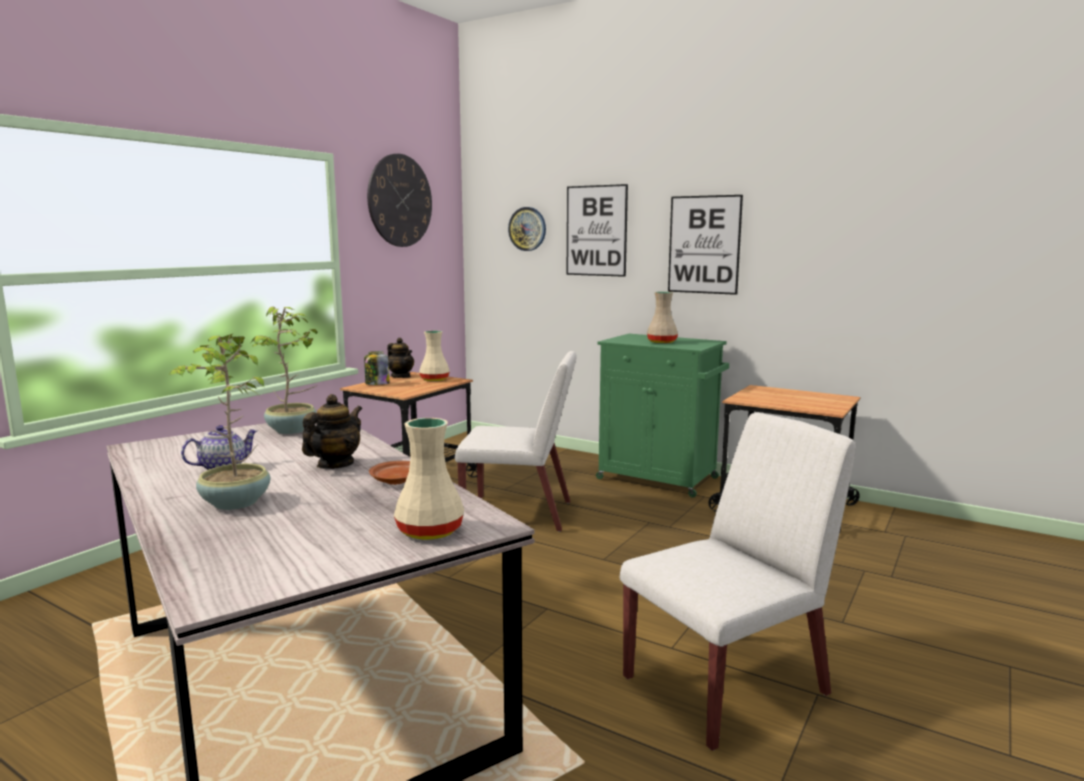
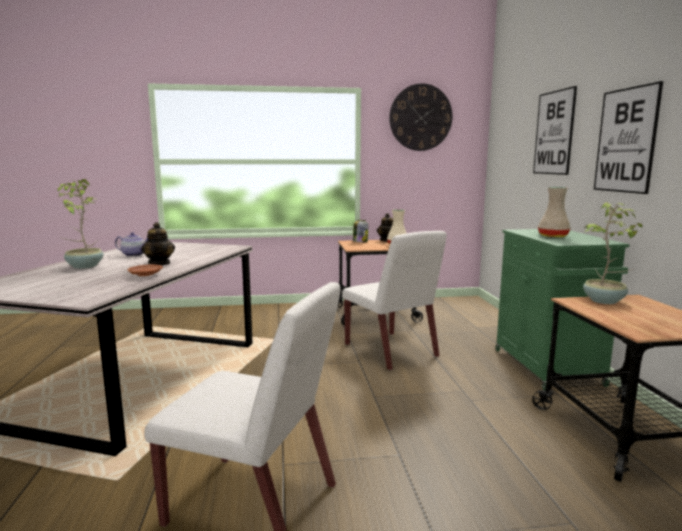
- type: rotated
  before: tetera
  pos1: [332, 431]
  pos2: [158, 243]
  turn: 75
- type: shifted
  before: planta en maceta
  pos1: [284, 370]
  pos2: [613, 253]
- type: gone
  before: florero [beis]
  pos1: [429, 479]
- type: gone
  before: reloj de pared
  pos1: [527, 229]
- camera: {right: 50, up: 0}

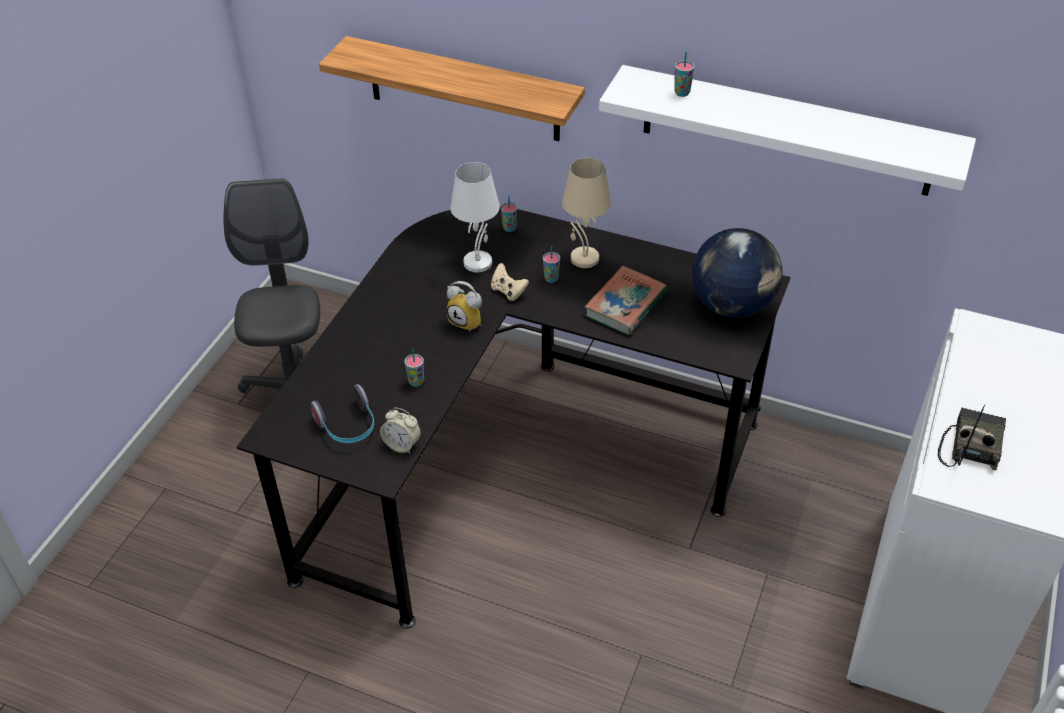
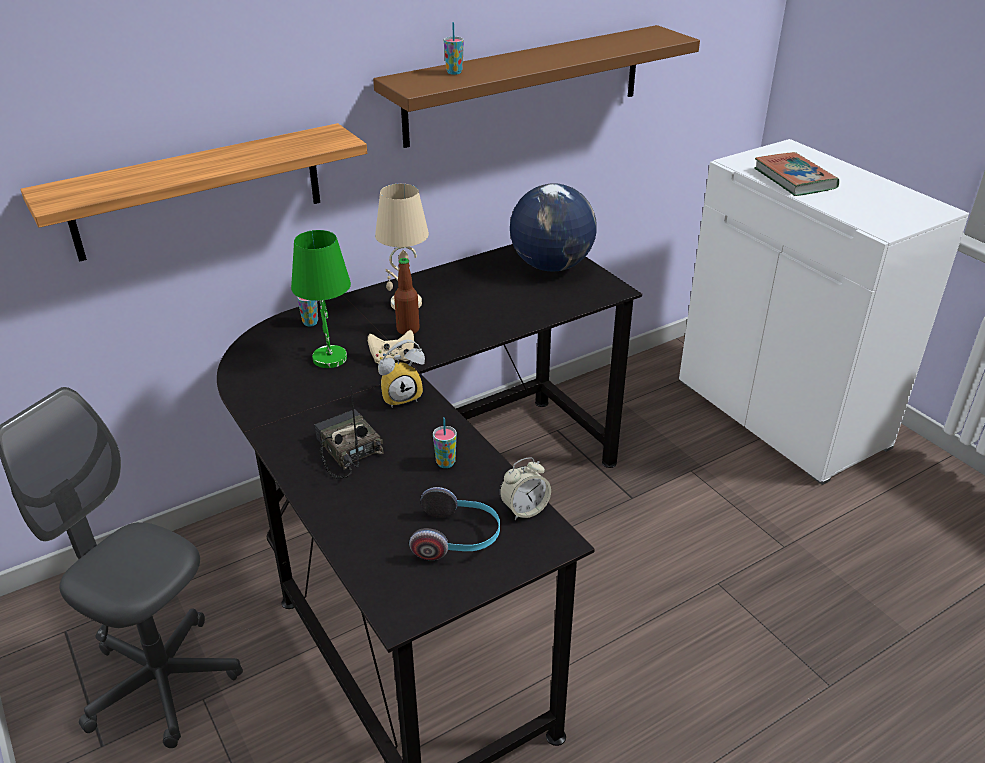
- type: repainted
  before: lámpara de mesa [blanco]
  after: lámpara de mesa [verde]
  pos1: [475, 217]
  pos2: [321, 299]
- type: shifted
  before: radio
  pos1: [972, 437]
  pos2: [349, 432]
- type: repainted
  before: estante [blanco]
  after: estante [marrón]
  pos1: [787, 130]
  pos2: [536, 86]
- type: swapped
  before: taza
  after: botella
  pos1: [551, 264]
  pos2: [407, 296]
- type: shifted
  before: libro
  pos1: [625, 300]
  pos2: [796, 174]
- camera: {right: -55, up: -10}

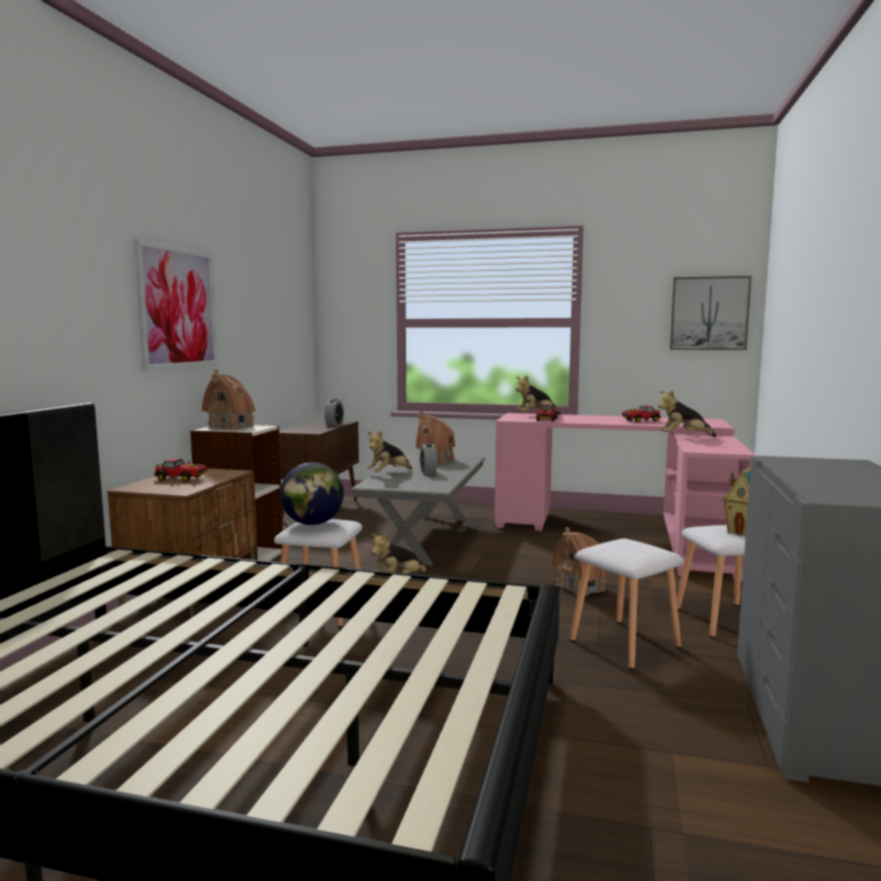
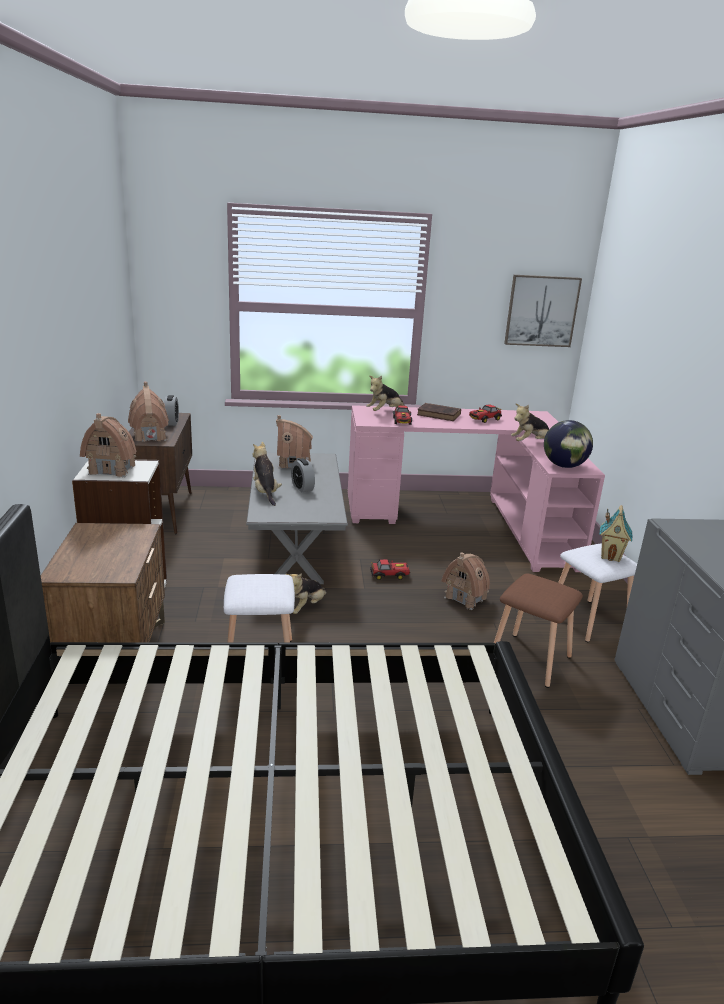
- type: new
  after: casita
  pos2: [148, 412]
- type: rotated
  before: peluche
  pos1: [389, 451]
  pos2: [267, 474]
  turn: 135
- type: shifted
  before: coche de juguete
  pos1: [180, 470]
  pos2: [390, 569]
- type: new
  after: libro [marrón]
  pos2: [439, 412]
- type: repainted
  before: taburete [blanco]
  after: taburete [marrón]
  pos1: [627, 604]
  pos2: [538, 631]
- type: shifted
  before: globo terráqueo
  pos1: [312, 493]
  pos2: [568, 444]
- type: gone
  before: cuadro
  pos1: [176, 305]
- camera: {right: -20, up: 15}

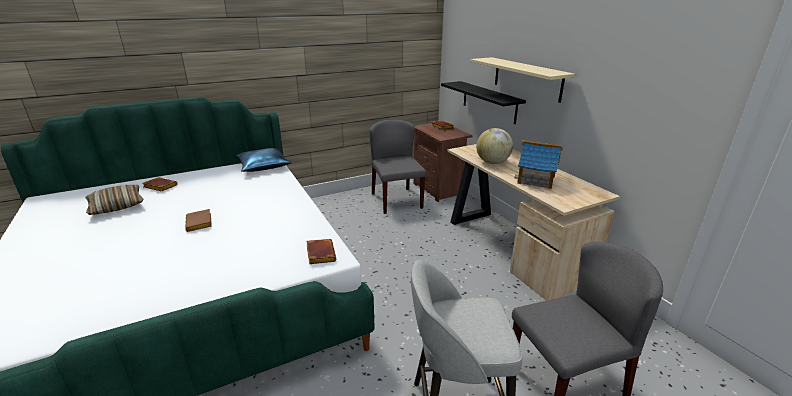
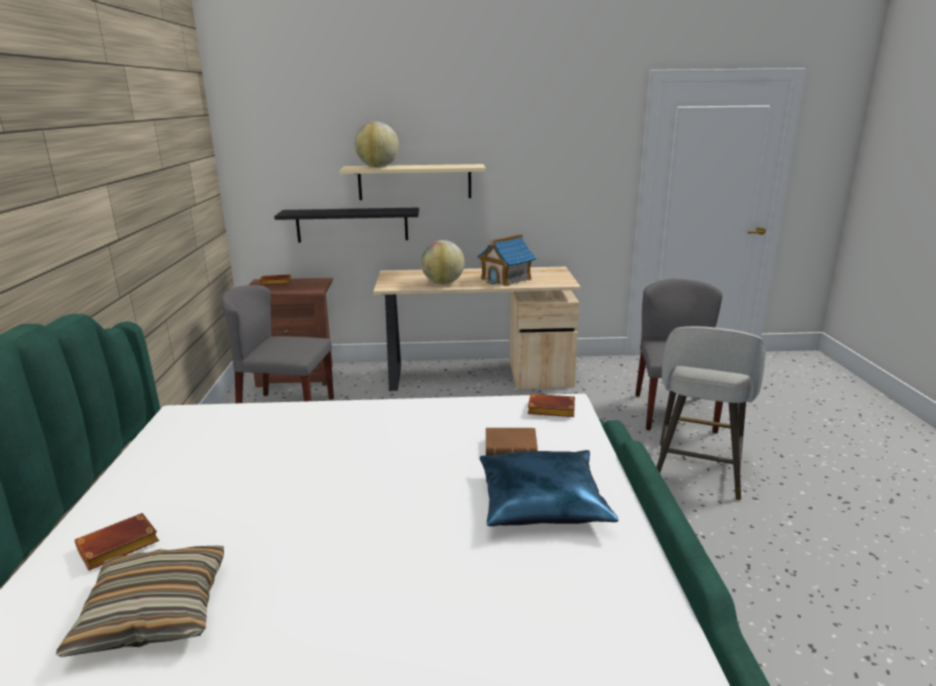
- type: new
  after: globo terráqueo
  pos2: [377, 144]
- type: shifted
  before: cojín [azul]
  pos1: [263, 160]
  pos2: [549, 488]
- type: shifted
  before: libro [marrón]
  pos1: [198, 220]
  pos2: [512, 442]
- camera: {right: -65, up: -5}

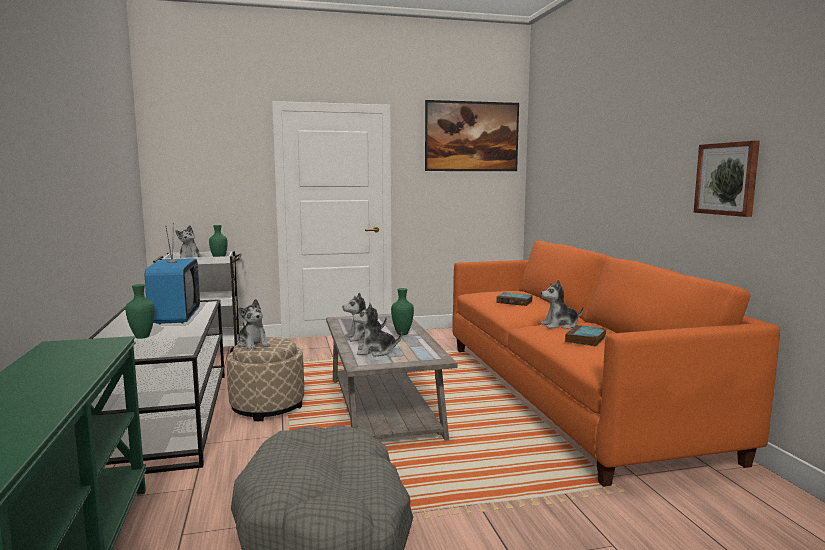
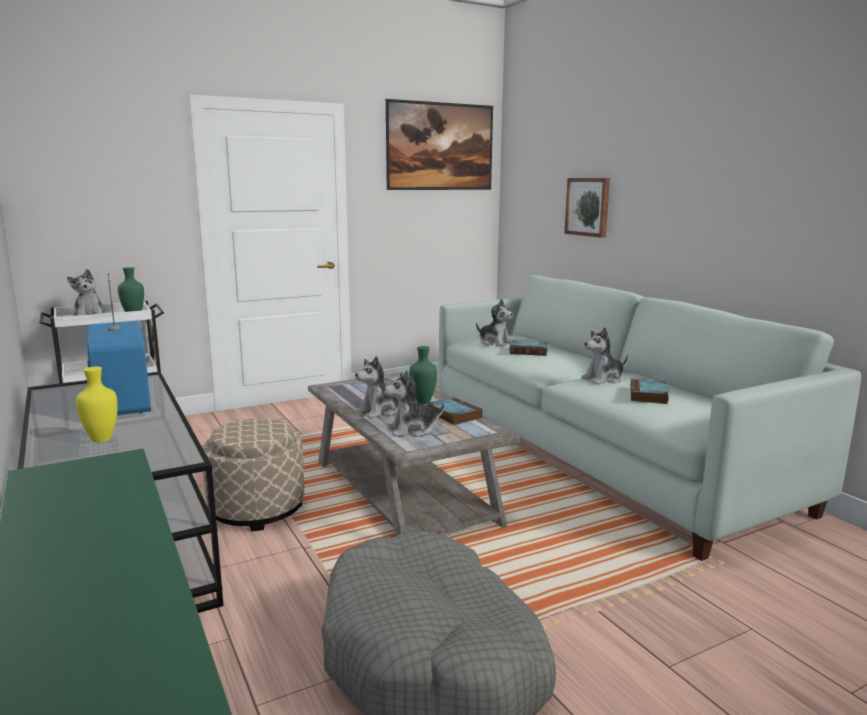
- type: repainted
  before: florero [verde]
  after: florero [amarillo]
  pos1: [140, 311]
  pos2: [97, 405]
- type: new
  after: libro
  pos2: [454, 411]
- type: repainted
  before: sofá [naranja]
  after: sofá [blanco]
  pos1: [616, 364]
  pos2: [649, 418]
- type: shifted
  before: peluche
  pos1: [254, 324]
  pos2: [494, 323]
- type: shifted
  before: cuadro
  pos1: [727, 179]
  pos2: [587, 208]
- camera: {right: -15, up: 5}

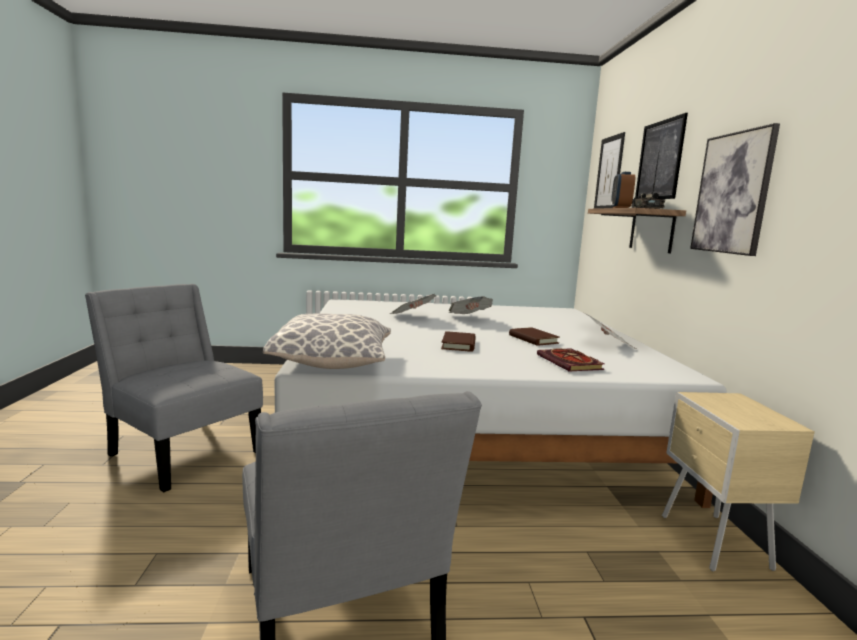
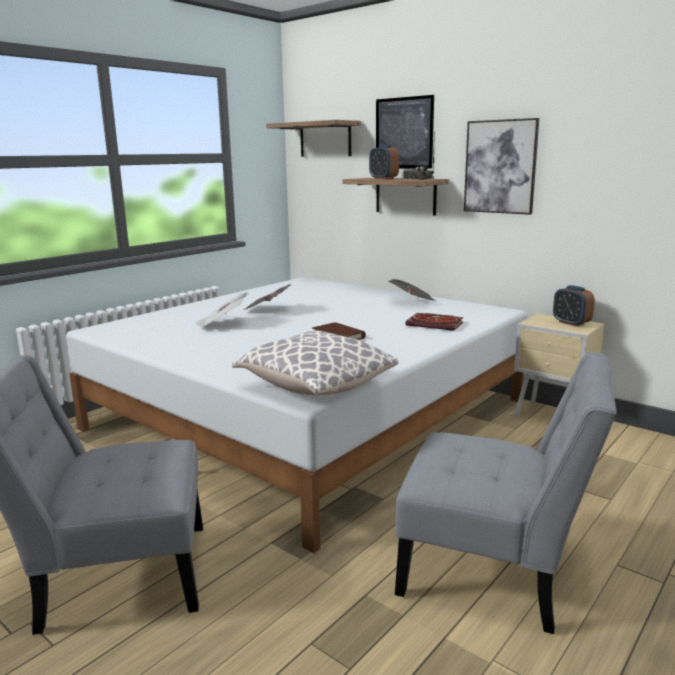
- type: swapped
  before: cuadro
  after: estante
  pos1: [609, 170]
  pos2: [313, 138]
- type: new
  after: despertador
  pos2: [574, 306]
- type: gone
  before: libro [marrón]
  pos1: [534, 336]
- camera: {right: -45, up: 5}

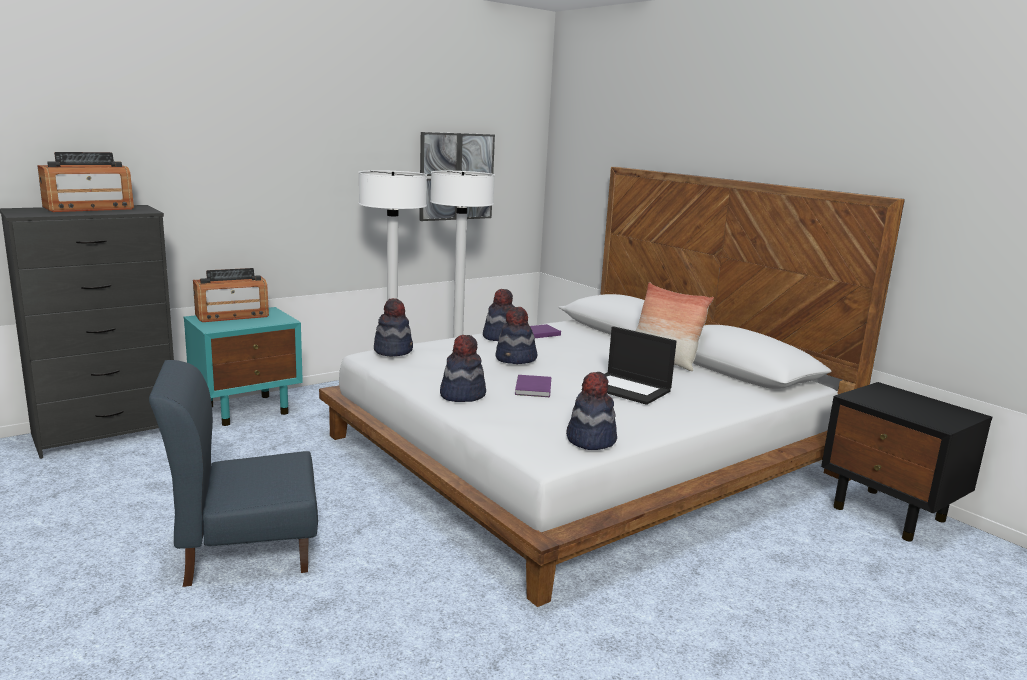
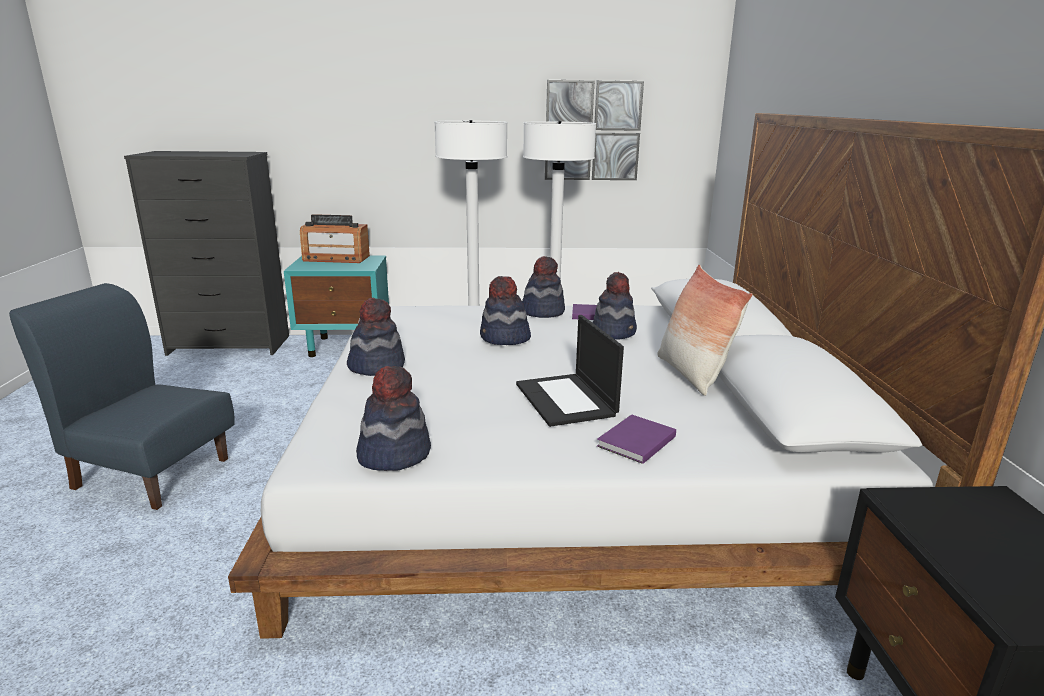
- type: shifted
  before: sombrero
  pos1: [393, 327]
  pos2: [615, 305]
- type: shifted
  before: libro [morado]
  pos1: [533, 386]
  pos2: [636, 439]
- type: gone
  before: radio
  pos1: [85, 182]
- camera: {right: 35, up: 5}

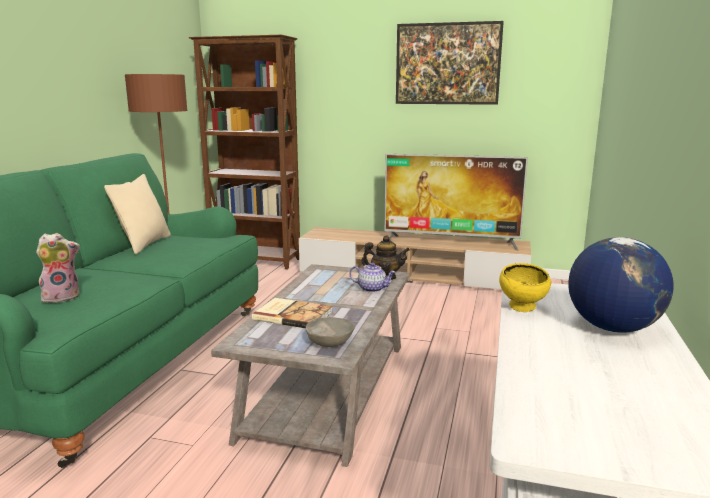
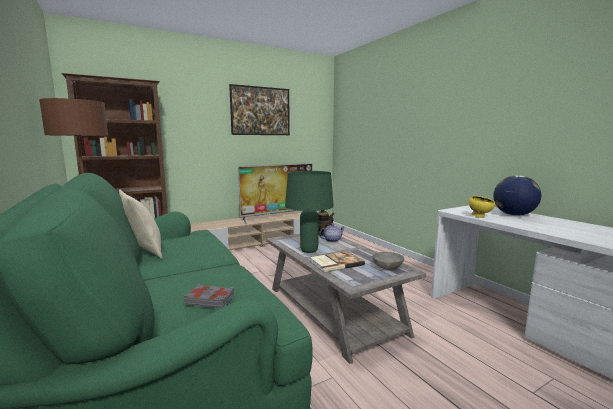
- type: swapped
  before: peluche
  after: libro [gris]
  pos1: [58, 268]
  pos2: [209, 296]
- type: new
  after: lámpara de mesa [verde]
  pos2: [309, 212]
- camera: {right: -45, up: -5}

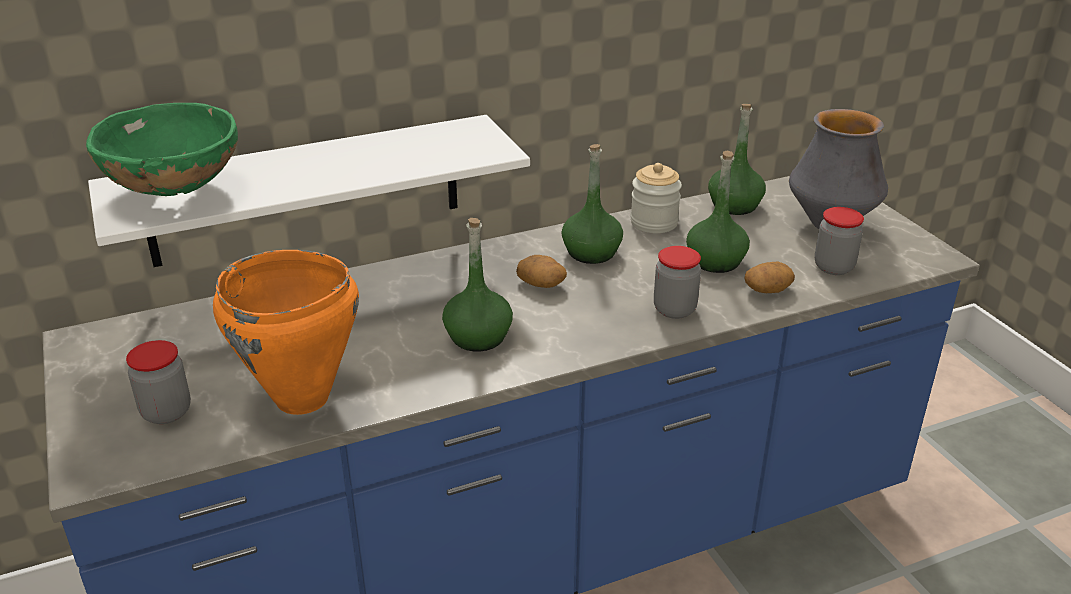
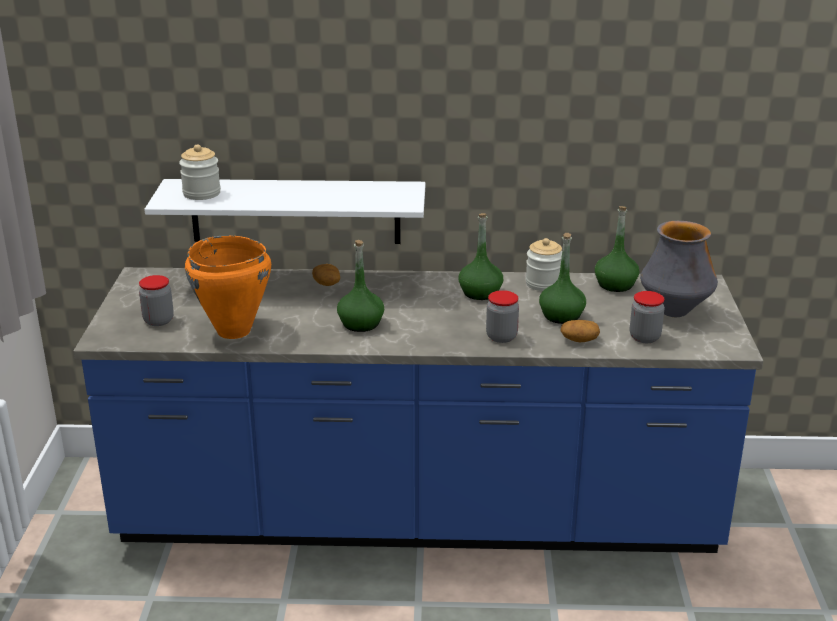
- type: swapped
  before: cuenco [verde]
  after: tarro
  pos1: [162, 149]
  pos2: [200, 172]
- type: shifted
  before: patata
  pos1: [541, 271]
  pos2: [326, 275]
- camera: {right: 25, up: -5}

